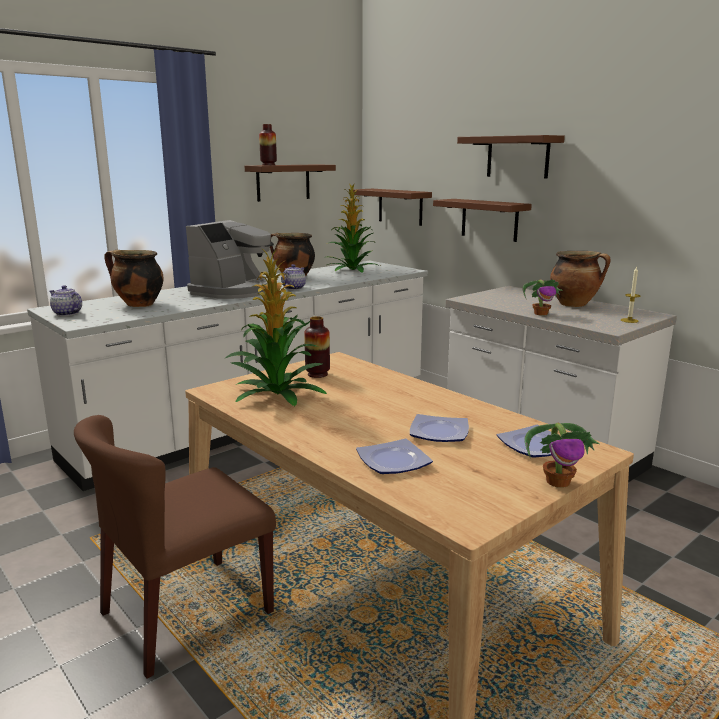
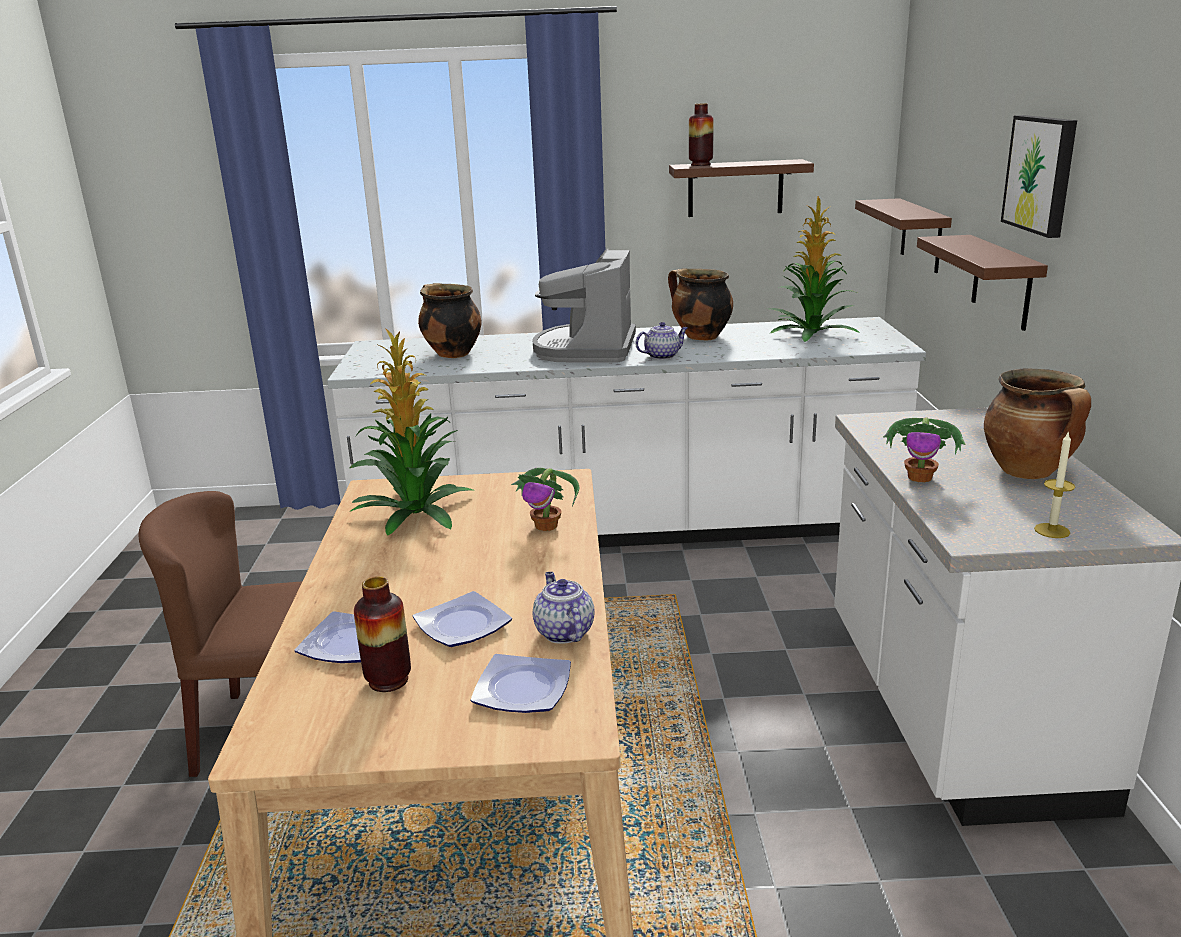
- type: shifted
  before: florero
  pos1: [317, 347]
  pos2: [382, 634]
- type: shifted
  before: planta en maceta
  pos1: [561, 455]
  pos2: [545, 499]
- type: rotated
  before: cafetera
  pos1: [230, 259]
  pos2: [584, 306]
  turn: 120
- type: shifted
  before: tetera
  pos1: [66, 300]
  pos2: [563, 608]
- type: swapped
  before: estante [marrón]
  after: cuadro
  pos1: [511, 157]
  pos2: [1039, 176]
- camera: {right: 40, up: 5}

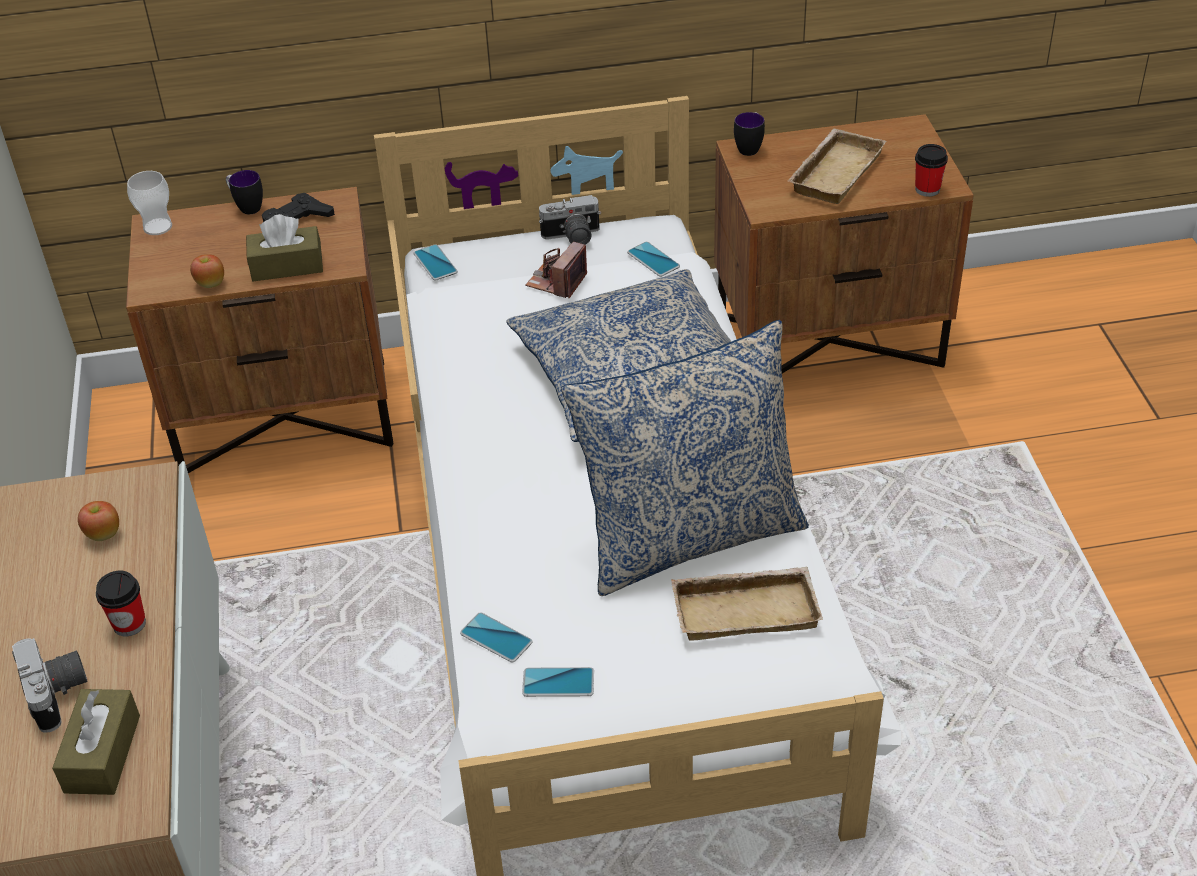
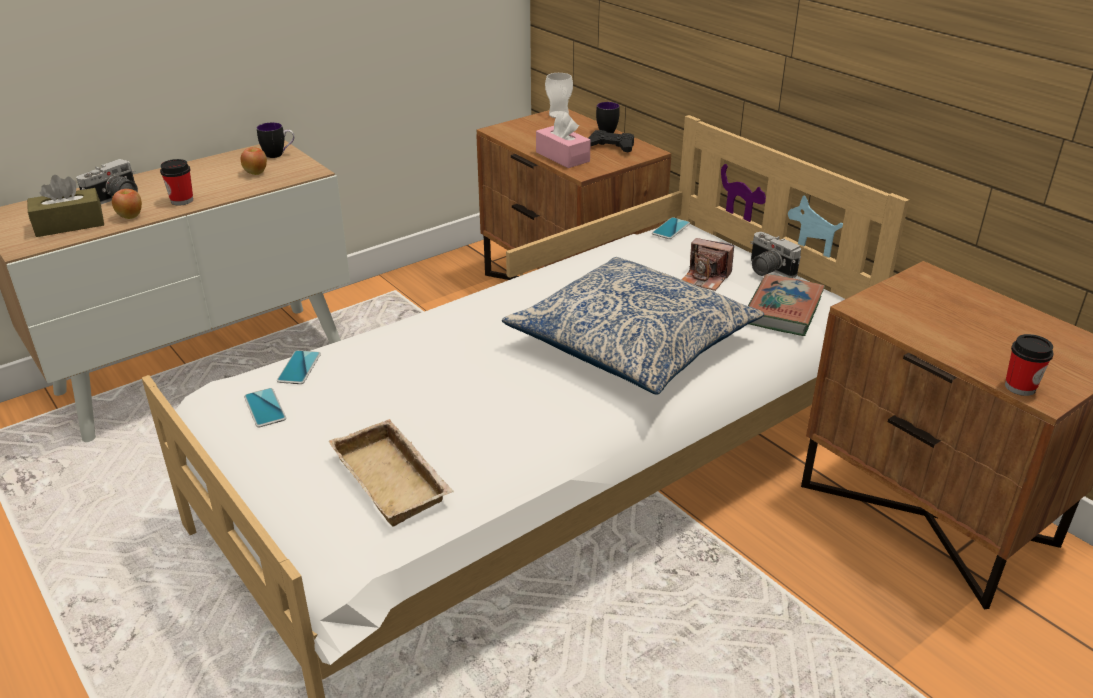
- type: shifted
  before: manzana
  pos1: [207, 271]
  pos2: [127, 204]
- type: shifted
  before: taza grande
  pos1: [749, 134]
  pos2: [275, 140]
- type: repainted
  before: caja de pañuelos [marrón]
  after: caja de pañuelos [rosa]
  pos1: [284, 247]
  pos2: [563, 140]
- type: rotated
  before: cámara
  pos1: [556, 270]
  pos2: [708, 264]
  turn: -150
- type: swapped
  before: móvil
  after: libro
  pos1: [653, 259]
  pos2: [786, 305]
- type: gone
  before: cojín
  pos1: [685, 458]
- type: gone
  before: bandeja [beis]
  pos1: [837, 166]
- camera: {right: 60, up: -10}

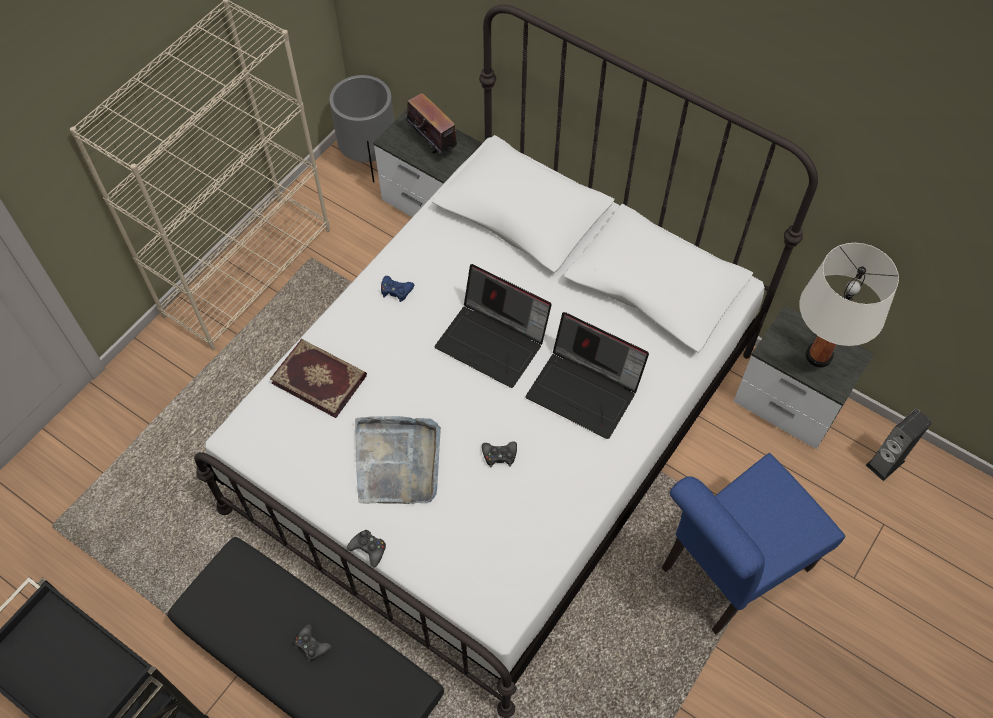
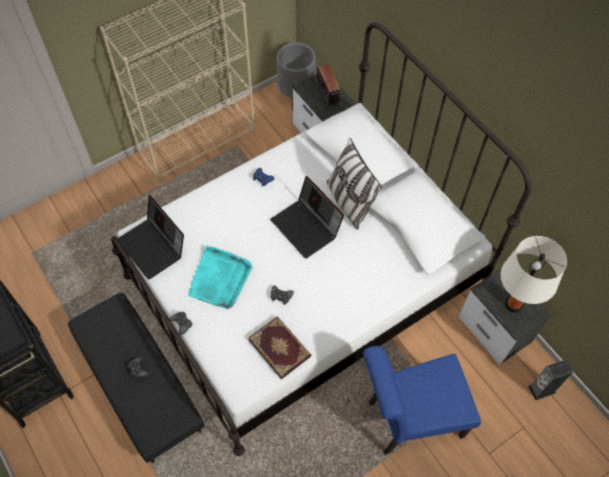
- type: shifted
  before: portátil
  pos1: [587, 375]
  pos2: [150, 237]
- type: repainted
  before: bandeja [gris]
  after: bandeja [turquesa]
  pos1: [398, 460]
  pos2: [220, 277]
- type: shifted
  before: libro
  pos1: [318, 378]
  pos2: [279, 347]
- type: new
  after: cojín
  pos2: [354, 184]
- camera: {right: 20, up: 0}

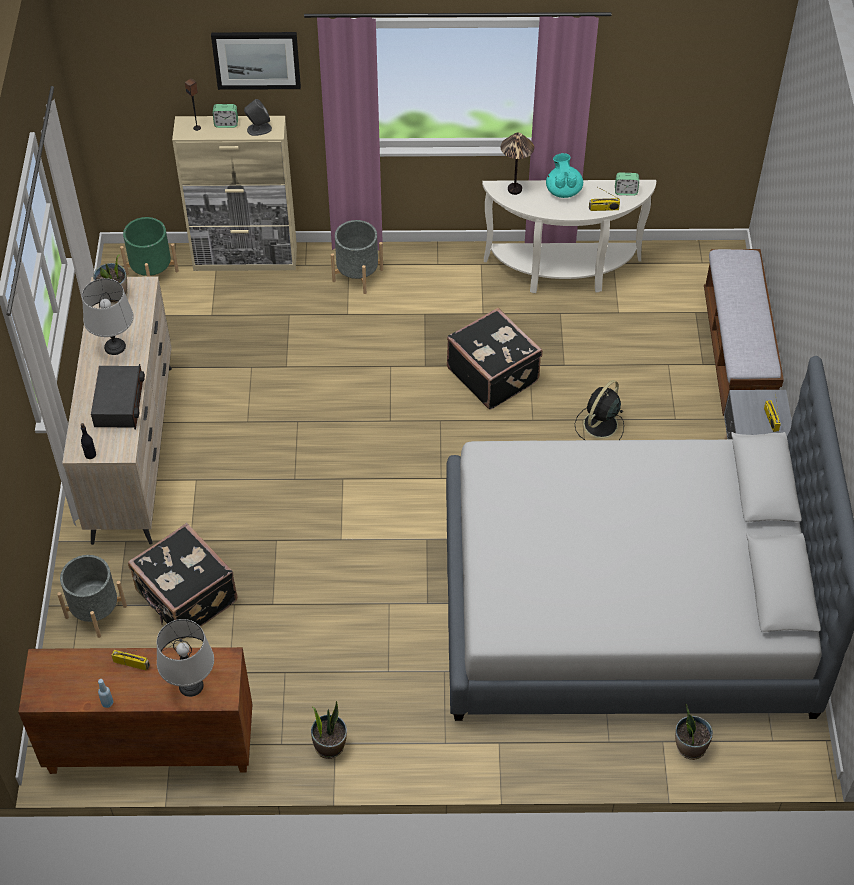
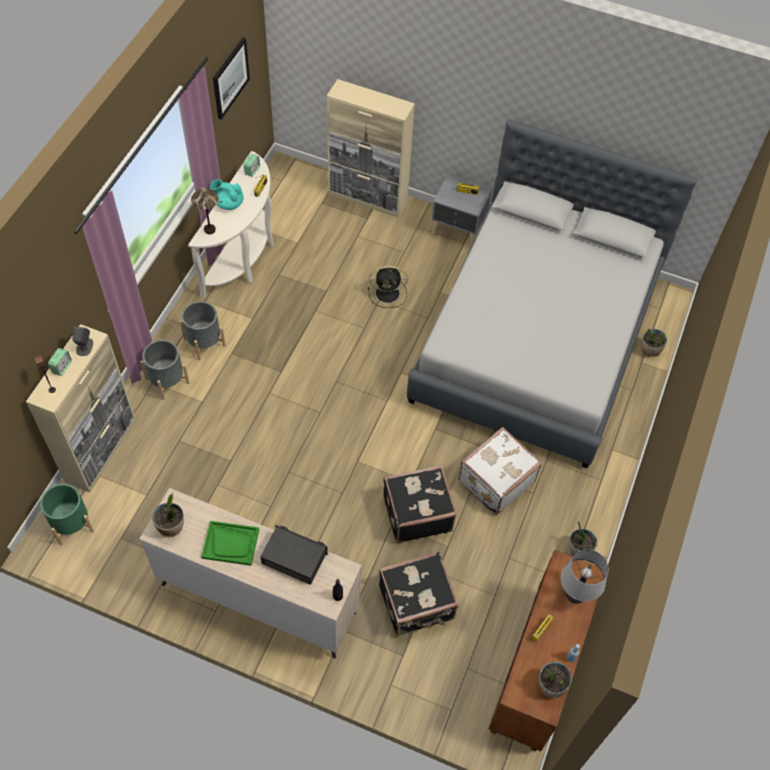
- type: shifted
  before: maceta [gris]
  pos1: [92, 596]
  pos2: [203, 330]
- type: swapped
  before: lámpara de mesa [gris]
  after: bandeja [verde]
  pos1: [108, 316]
  pos2: [230, 543]
- type: shifted
  before: cuadro
  pos1: [256, 61]
  pos2: [231, 79]
- type: swapped
  before: banco
  after: armario [beis]
  pos1: [744, 332]
  pos2: [371, 148]
- type: rotated
  before: ventilador [negro]
  pos1: [599, 410]
  pos2: [388, 287]
  turn: -60
- type: shifted
  before: maleta [negro]
  pos1: [495, 359]
  pos2: [420, 504]
- type: new
  after: maleta [blanco]
  pos2: [500, 471]
- type: new
  after: planta en maceta
  pos2: [555, 680]
- camera: {right: -70, up: 5}

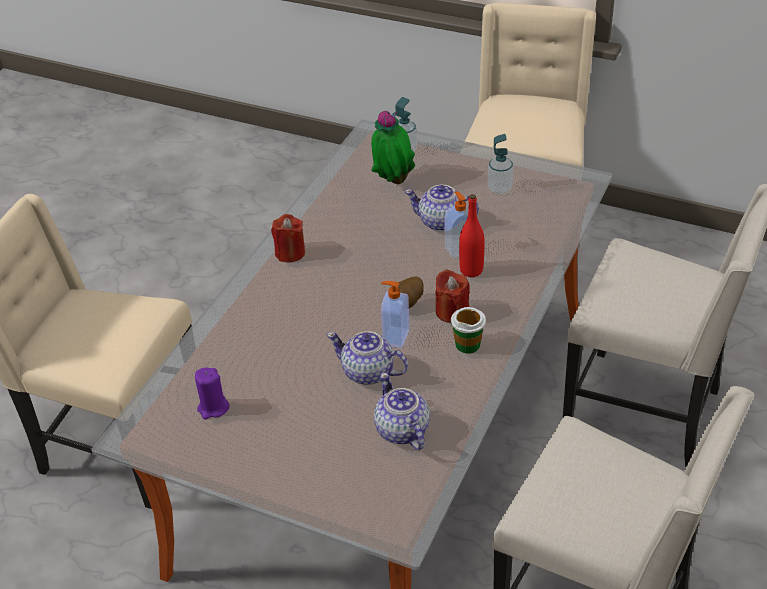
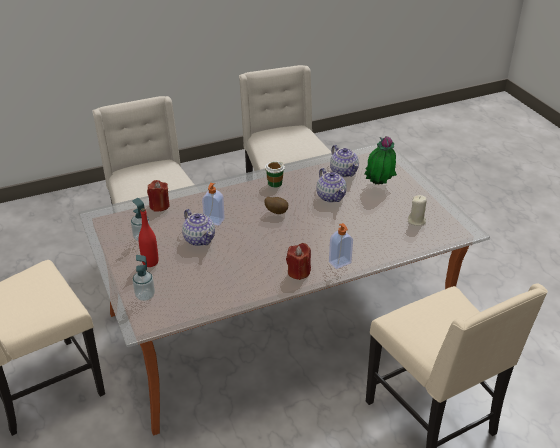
- type: shifted
  before: botella [rojo]
  pos1: [472, 235]
  pos2: [148, 237]
- type: shifted
  before: vela [rojo]
  pos1: [452, 296]
  pos2: [158, 196]
- type: shifted
  before: dispensador de jabón
  pos1: [395, 314]
  pos2: [341, 246]
- type: rotated
  before: tetera
  pos1: [402, 411]
  pos2: [344, 161]
  turn: -45
- type: shifted
  before: planta en maceta
  pos1: [393, 147]
  pos2: [380, 160]
- type: repainted
  before: vela [morado]
  after: vela [beis]
  pos1: [212, 394]
  pos2: [417, 210]
- camera: {right: -140, up: -5}

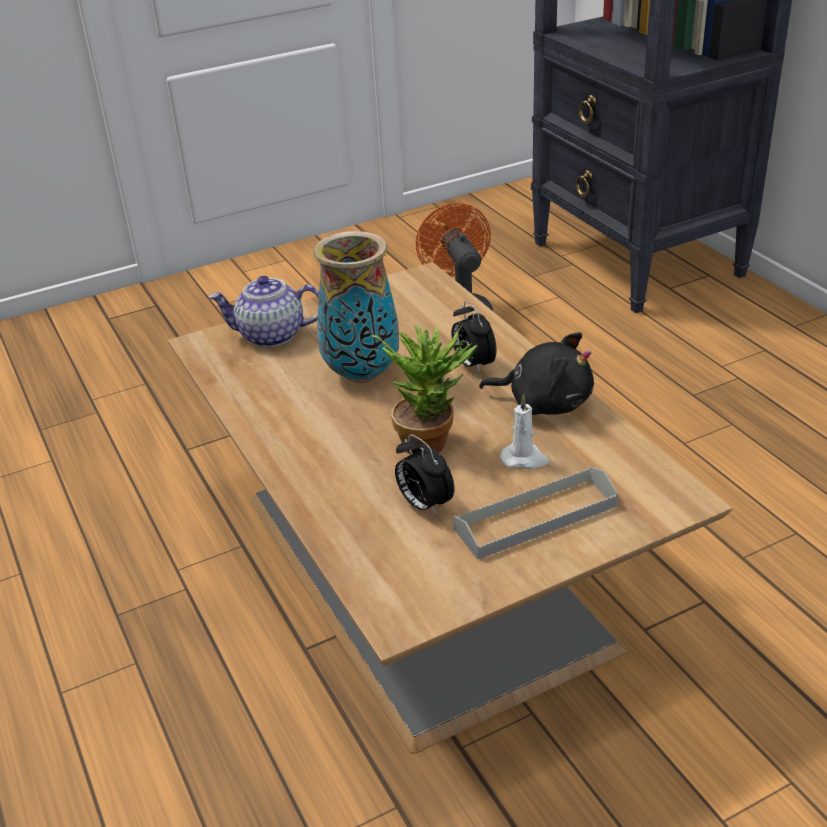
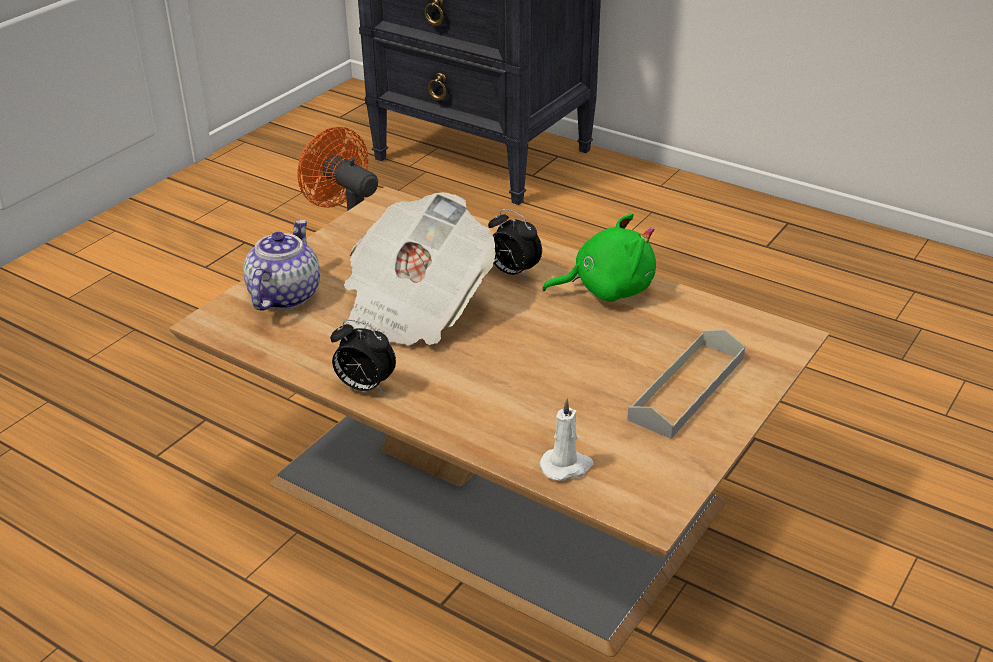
- type: rotated
  before: tetera
  pos1: [263, 311]
  pos2: [281, 265]
  turn: 135
- type: shifted
  before: despertador
  pos1: [425, 475]
  pos2: [363, 356]
- type: swapped
  before: florero
  after: periódico
  pos1: [356, 307]
  pos2: [420, 268]
- type: shifted
  before: vela [blanco]
  pos1: [524, 432]
  pos2: [566, 439]
- type: repainted
  before: peluche [negro]
  after: peluche [verde]
  pos1: [536, 373]
  pos2: [599, 257]
- type: gone
  before: planta en maceta
  pos1: [425, 389]
- camera: {right: -30, up: 0}

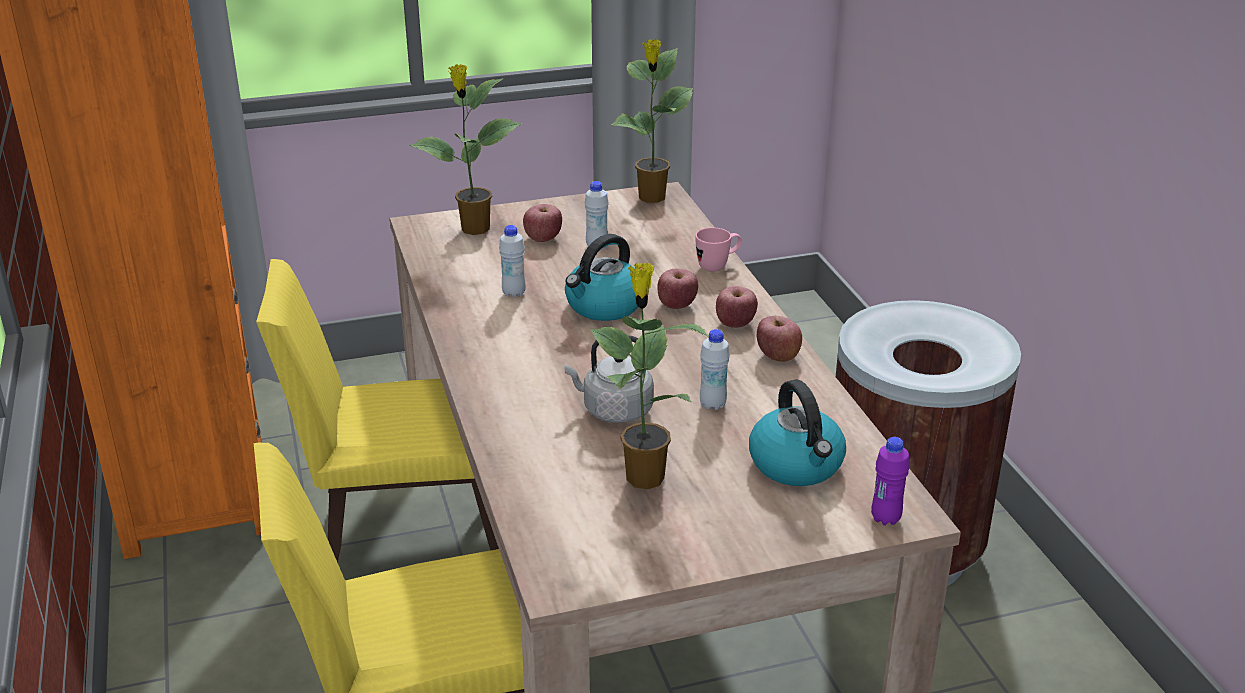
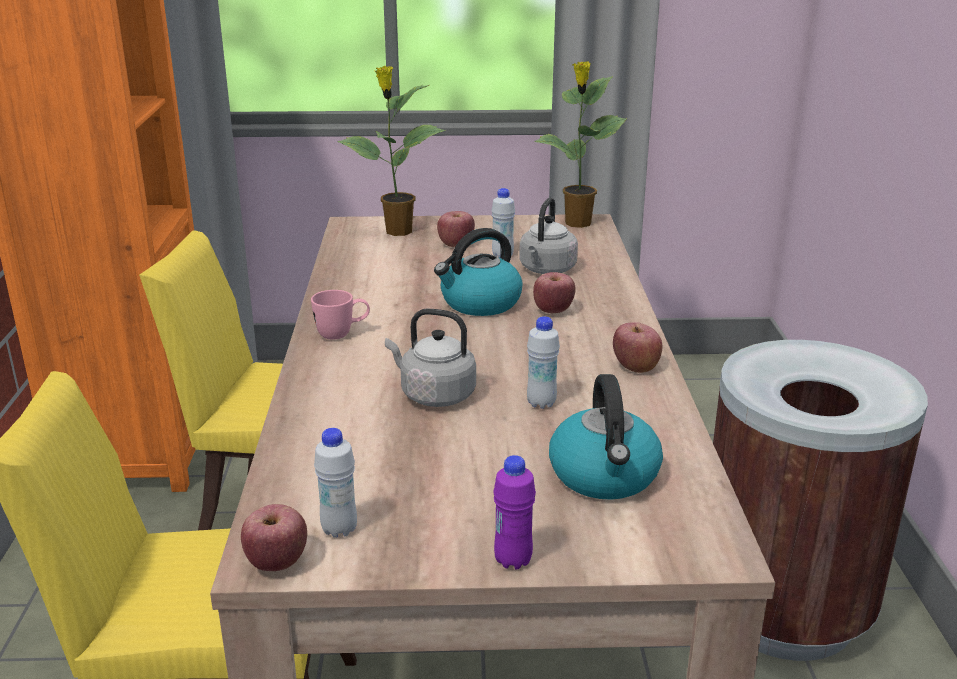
- type: shifted
  before: manzana
  pos1: [737, 307]
  pos2: [274, 537]
- type: shifted
  before: taza grande [rosa]
  pos1: [718, 249]
  pos2: [340, 315]
- type: shifted
  before: botella [blanco]
  pos1: [512, 261]
  pos2: [335, 483]
- type: shifted
  before: botella [morado]
  pos1: [890, 481]
  pos2: [514, 512]
- type: new
  after: hervidor [gris]
  pos2: [548, 235]
- type: gone
  before: planta en maceta
  pos1: [650, 375]
- camera: {right: 15, up: -5}

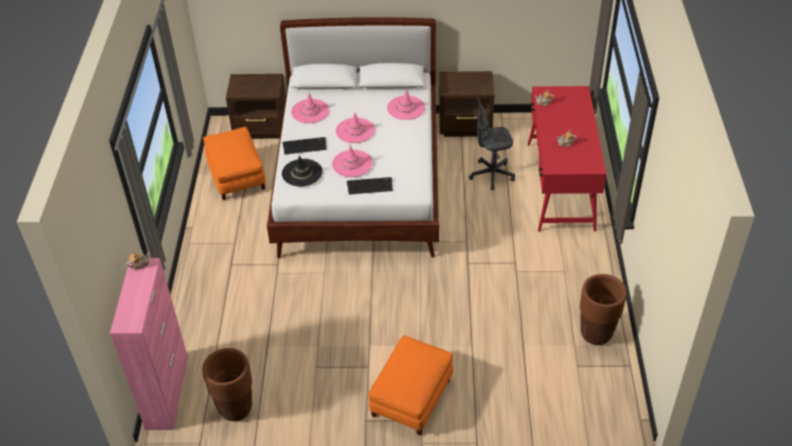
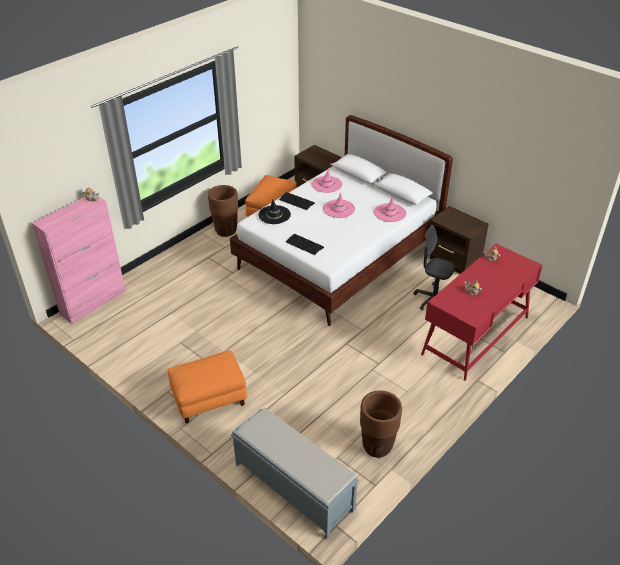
- type: shifted
  before: maceta [marrón]
  pos1: [227, 384]
  pos2: [223, 211]
- type: new
  after: banco [gris]
  pos2: [295, 473]
- type: gone
  before: sombrero [rosa]
  pos1: [352, 161]
- camera: {right: 40, up: -5}

